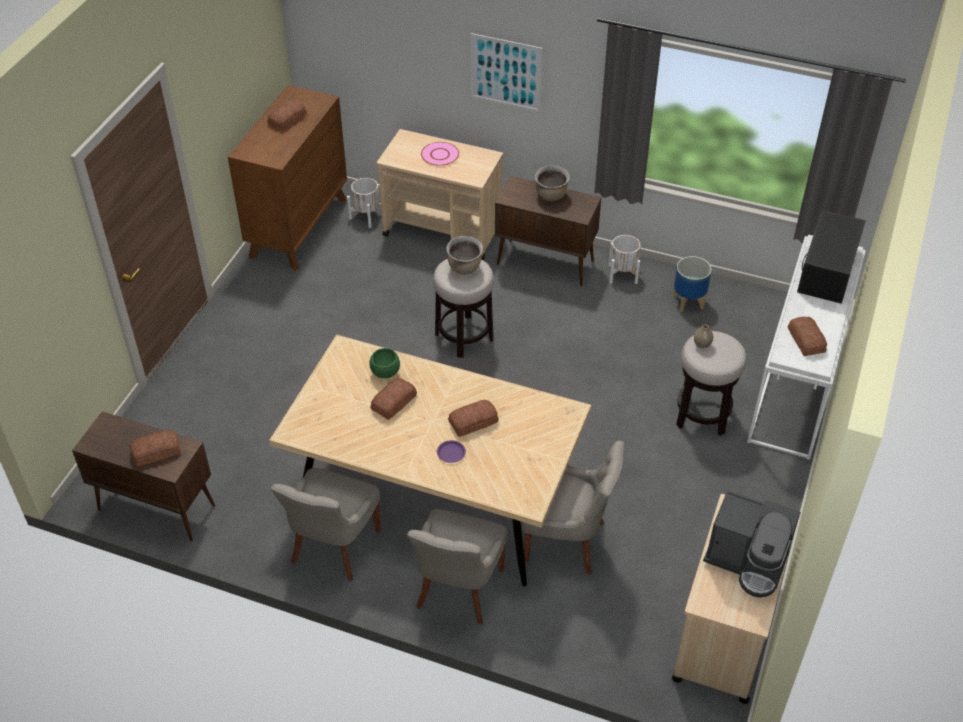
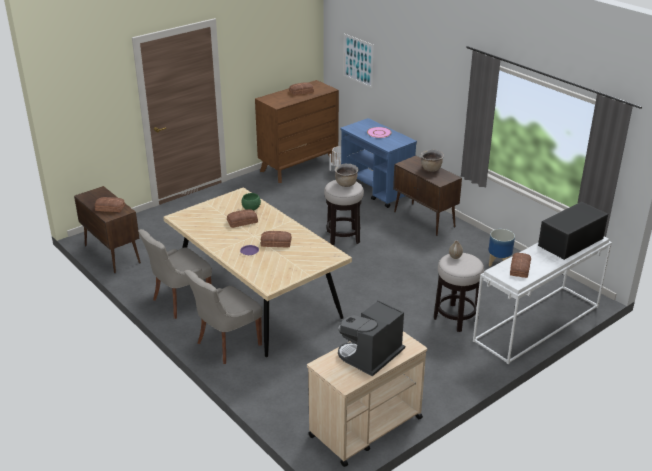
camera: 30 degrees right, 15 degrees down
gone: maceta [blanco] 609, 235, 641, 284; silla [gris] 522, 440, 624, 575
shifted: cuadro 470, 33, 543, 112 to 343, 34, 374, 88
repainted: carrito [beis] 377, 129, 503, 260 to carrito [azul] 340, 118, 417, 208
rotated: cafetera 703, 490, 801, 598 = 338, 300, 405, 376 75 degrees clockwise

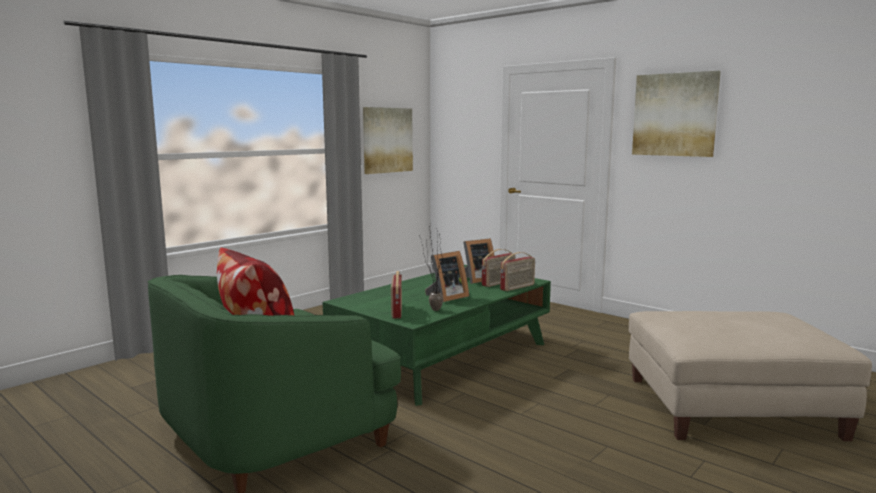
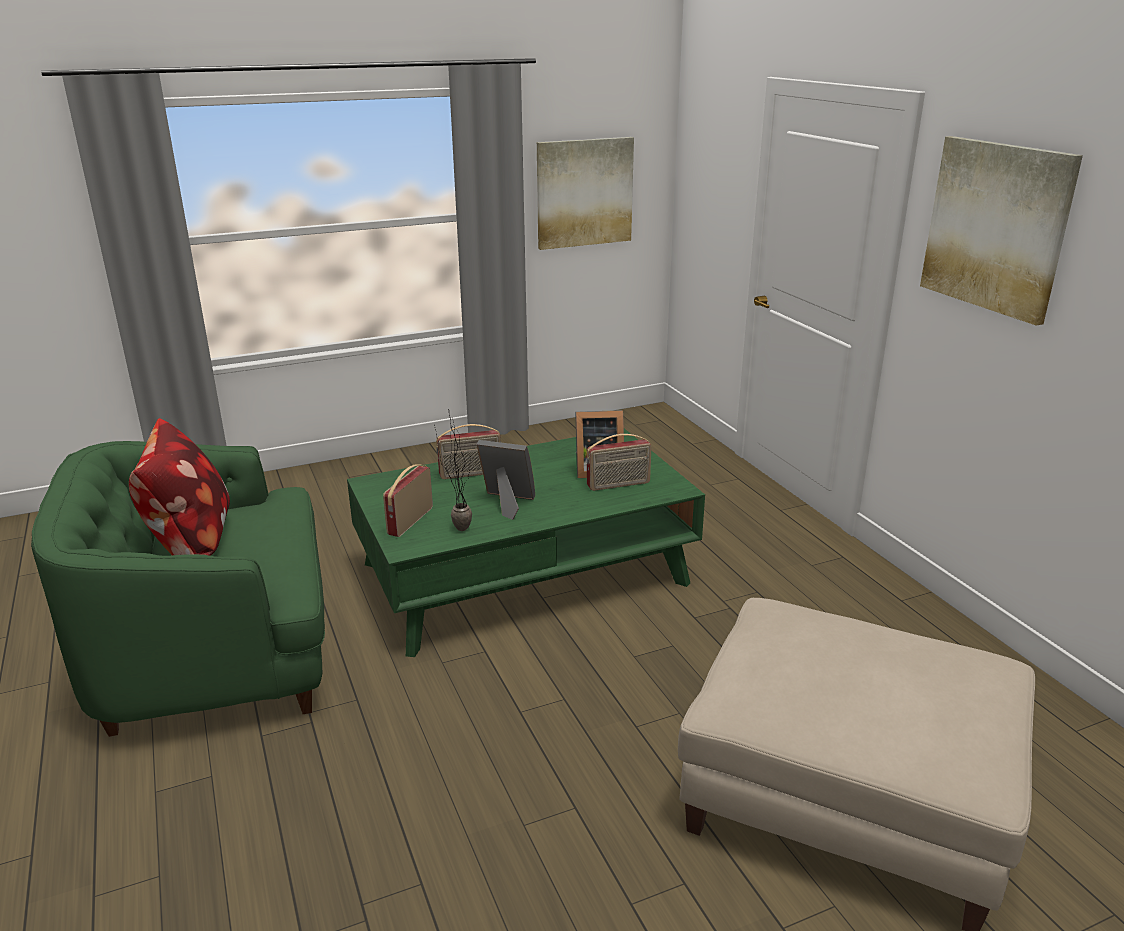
camera: 25 degrees right, 15 degrees up
shifted: radio 500, 252, 535, 291 to 436, 424, 501, 479
rotated: portarretratos 425, 251, 469, 302 = 477, 440, 535, 520 150 degrees counterclockwise

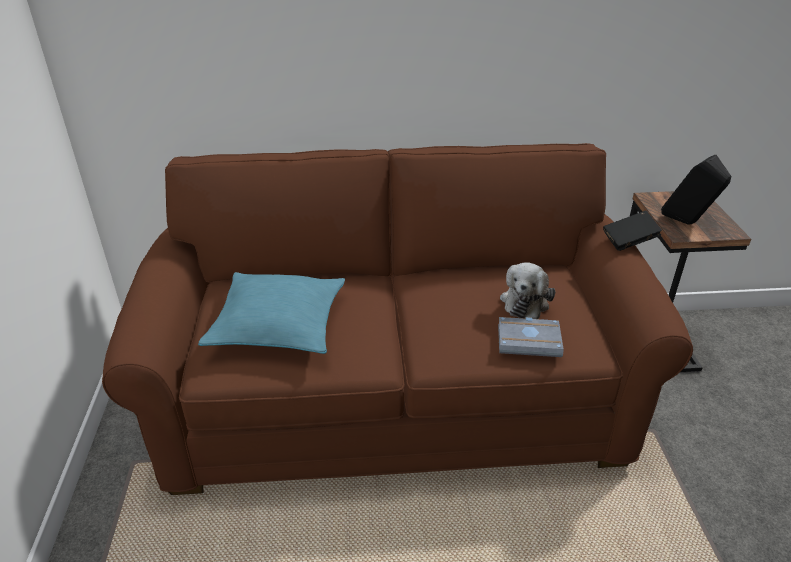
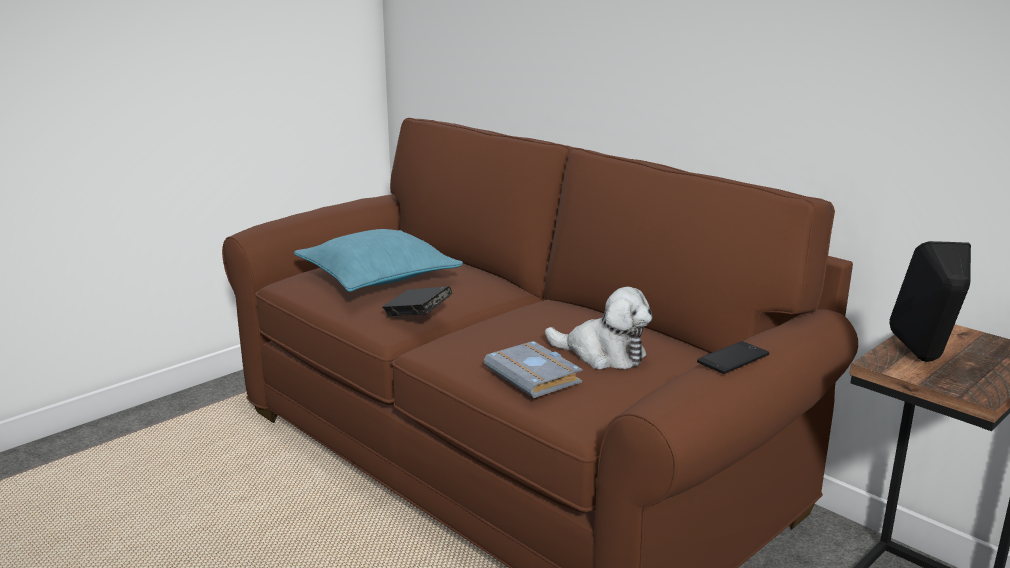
camera: 50 degrees right, 15 degrees down
new: móvil 697, 341, 769, 374
shifted: libro [negro] 603, 211, 662, 251 to 382, 286, 452, 316
rotated: peluche 500, 263, 556, 319 = 545, 287, 652, 369 135 degrees counterclockwise

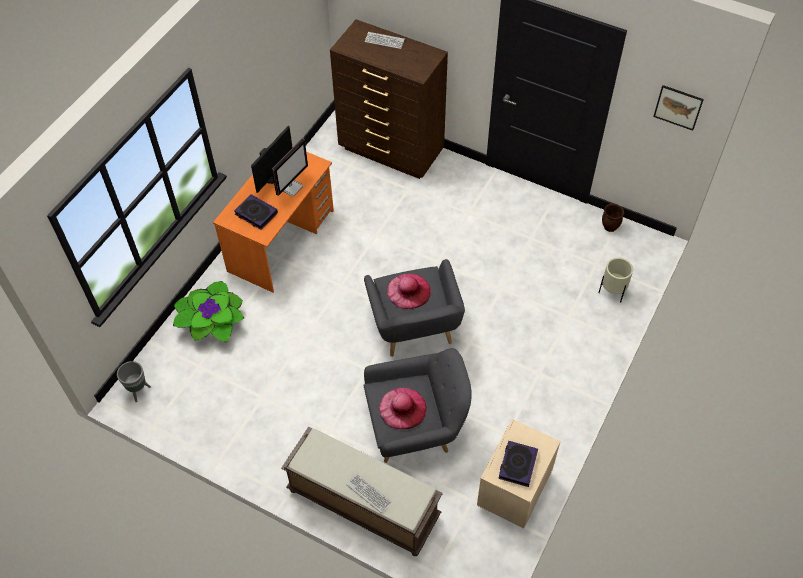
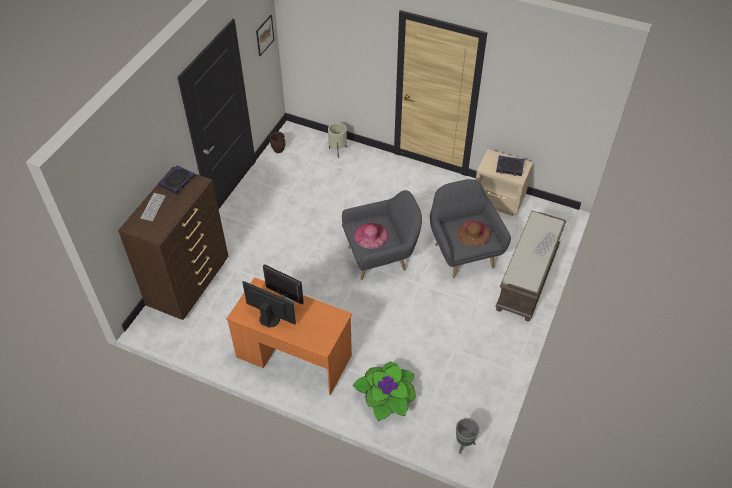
camera: 95 degrees left, 5 degrees down
shifted: libro 234, 194, 278, 229 to 158, 165, 196, 195
repainted: sombrero [rosa] 379, 388, 427, 429 to sombrero [marrón] 457, 221, 491, 247

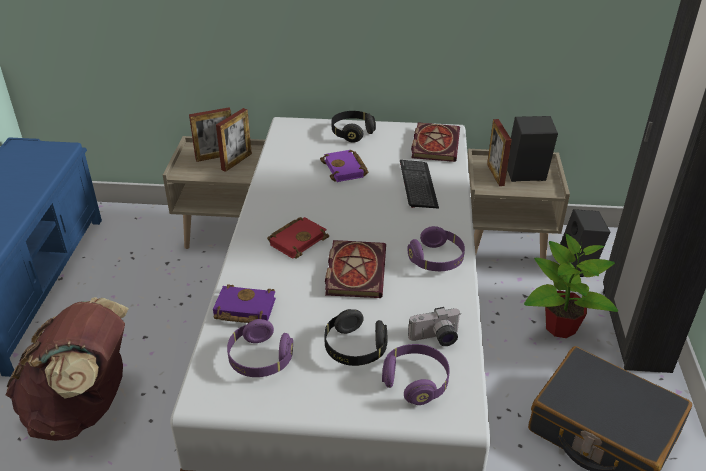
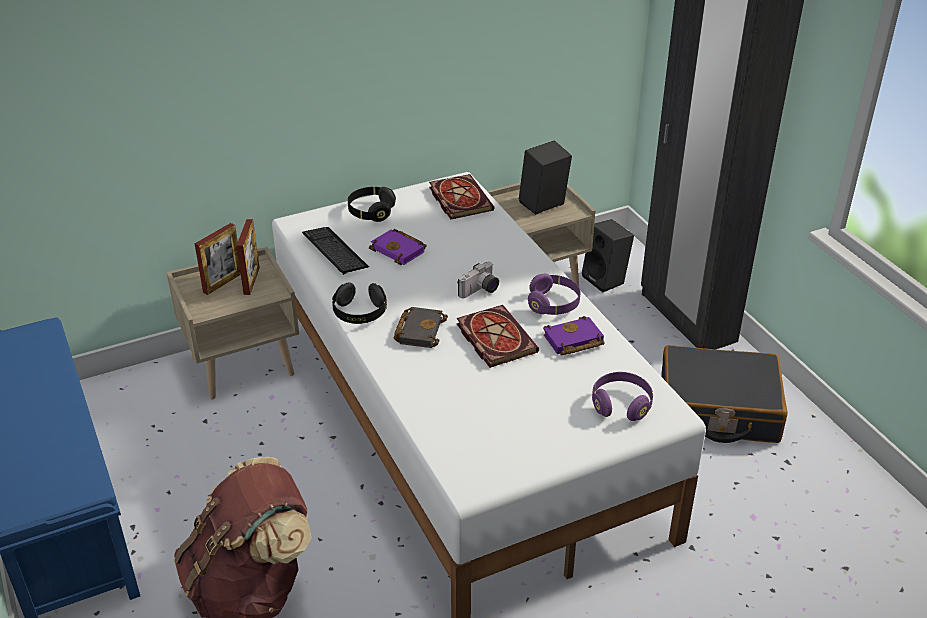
camera: 30 degrees left, 0 degrees up
gone: portarretratos 487, 119, 512, 186; planta en maceta 524, 234, 618, 338; auriculares [morado] 227, 319, 293, 377
shifted: teclado 400, 160, 439, 209 to 302, 227, 369, 275; libro [morado] 213, 284, 276, 323 to 543, 316, 605, 356; cámara 408, 307, 461, 346 to 457, 262, 499, 298; auriculares [negro] 324, 309, 388, 366 to 332, 282, 387, 324
repainted: libro [rojo] 267, 217, 329, 259 to libro [negro] 394, 307, 448, 348

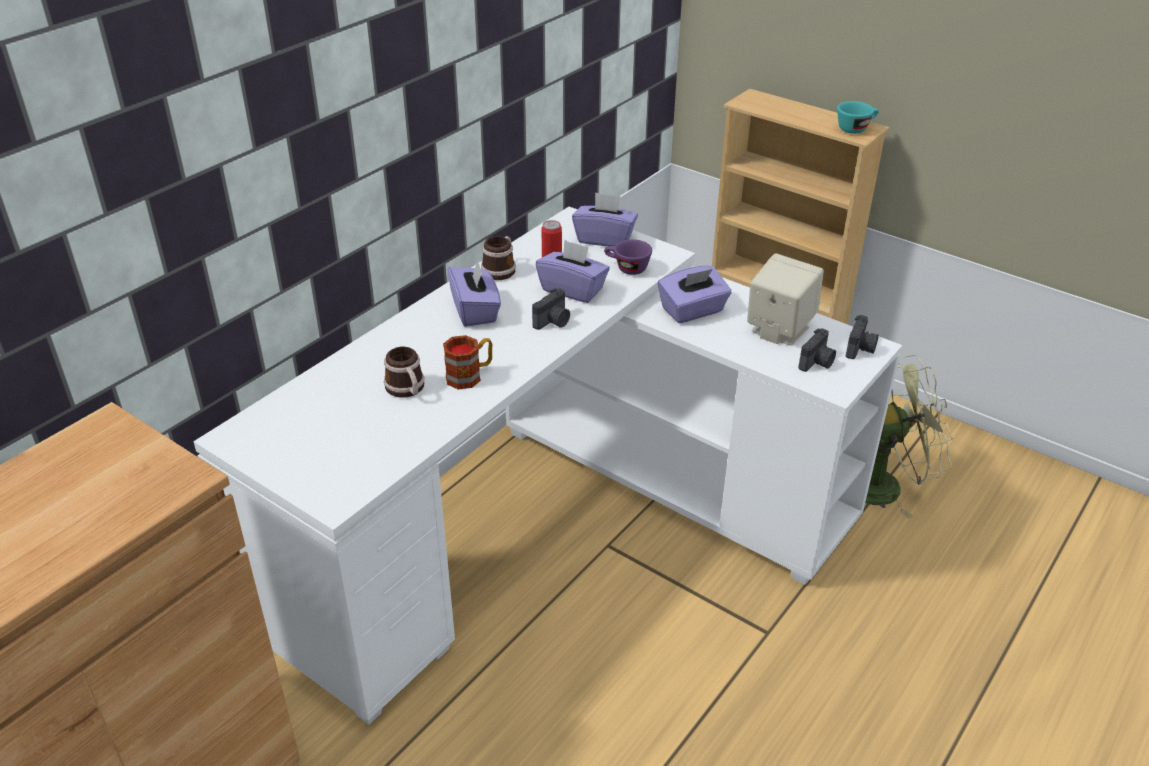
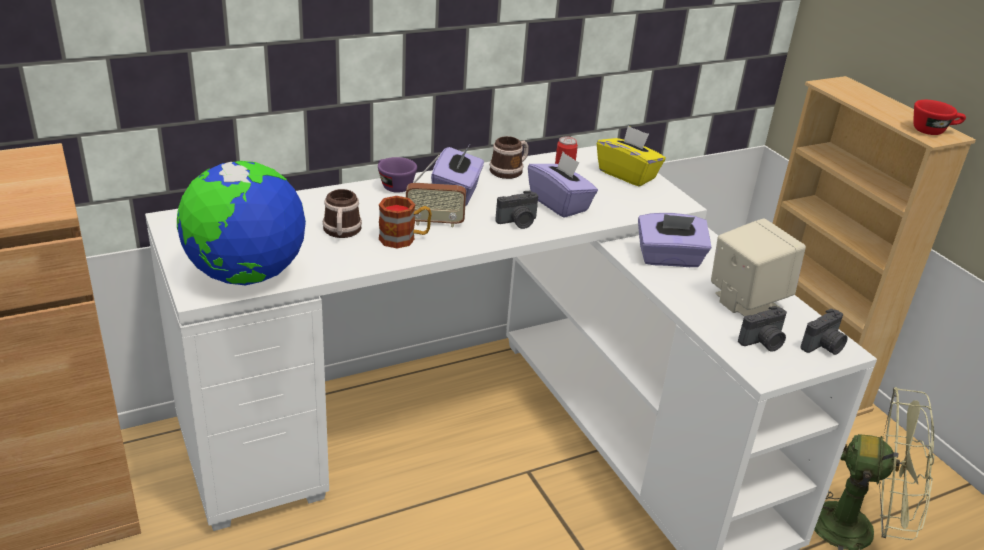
camera: 25 degrees right, 5 degrees down
new: radio 406, 155, 466, 227; globo terráqueo 177, 161, 306, 285
shifted: taza [morado] 604, 239, 652, 275 to 378, 157, 417, 193
repainted: taza [turquesa] 837, 101, 879, 134 to taza [rojo] 913, 100, 966, 135; caja de pañuelos [morado] 572, 192, 638, 246 to caja de pañuelos [amarillo] 597, 125, 666, 187

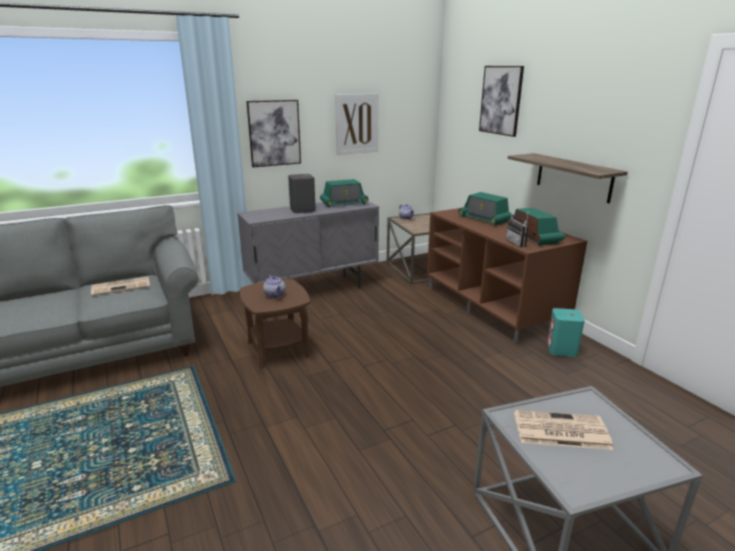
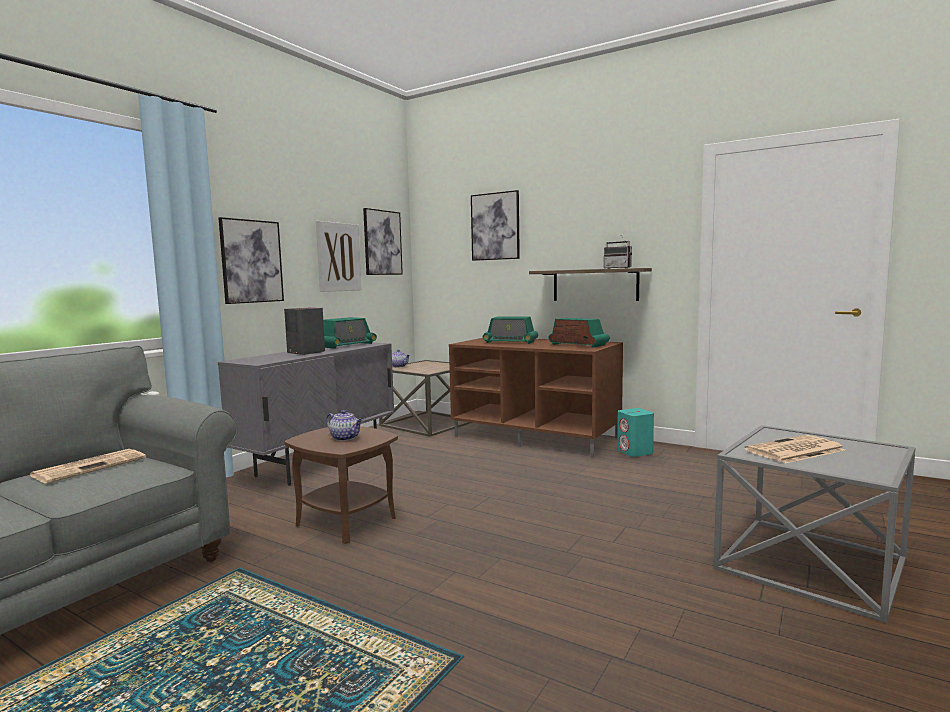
camera: 30 degrees left, 15 degrees down
new: cuadro 363, 208, 403, 275
shifted: radio 506, 209, 529, 248 to 604, 237, 632, 269

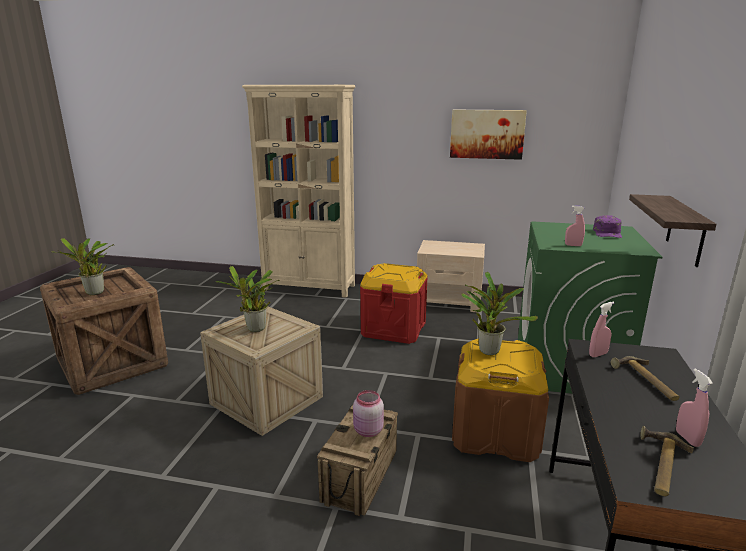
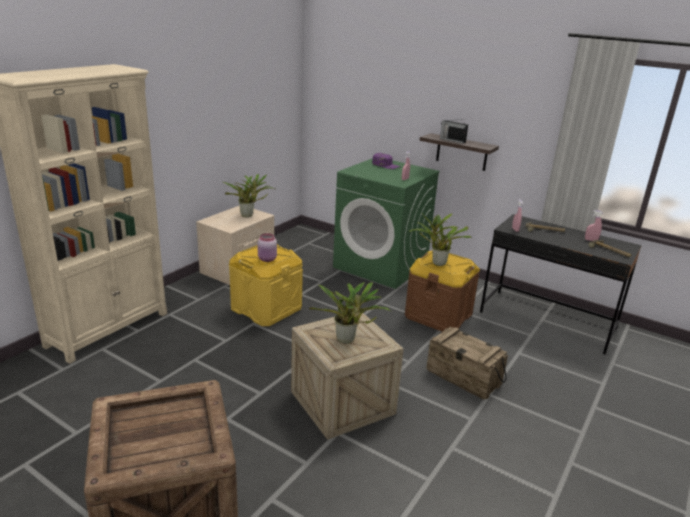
camera: 70 degrees left, 5 degrees up
gone: cuadro 450, 110, 527, 160
new: radio 440, 119, 468, 143
shifted: planta en maceta 52, 238, 114, 295 to 224, 174, 275, 217; tarro [rosa] 353, 390, 384, 437 to 258, 233, 277, 262
repainted: caja de almacenaje [rojo] 360, 263, 428, 344 to caja de almacenaje [amarillo] 229, 244, 303, 326

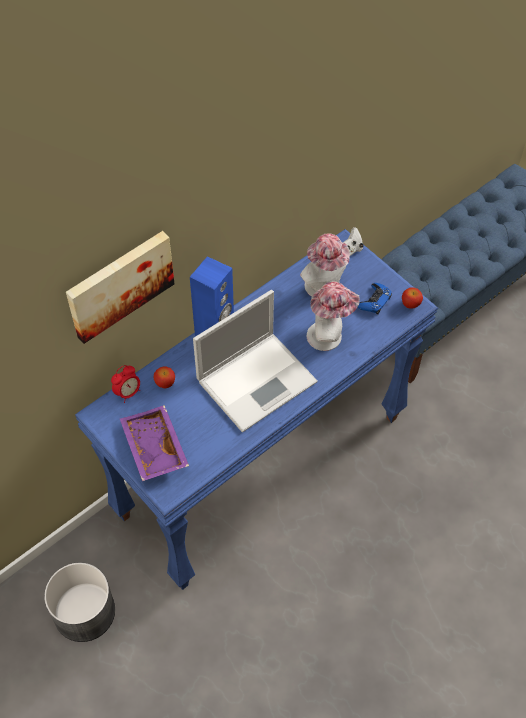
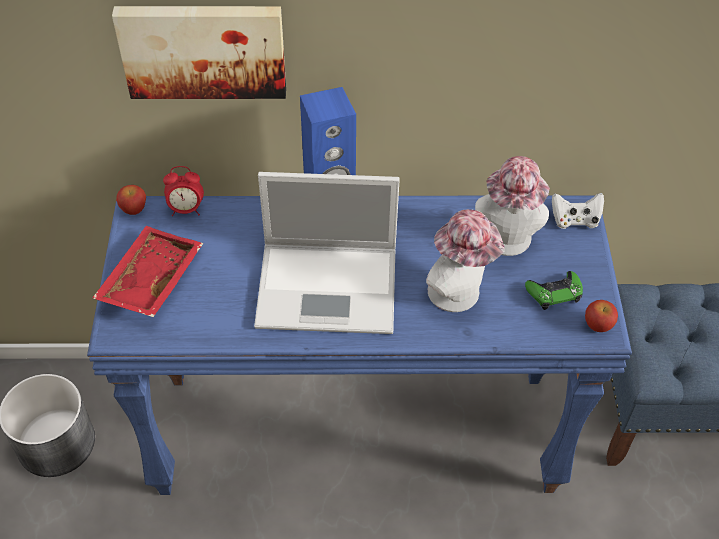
camera: 40 degrees right, 5 degrees down
shifted: manzana 153, 366, 175, 388 to 116, 185, 146, 215
repainted: mando de consola [azul] 358, 283, 392, 314 to mando de consola [verde] 525, 271, 583, 310; bandeja [morado] 120, 405, 189, 481 to bandeja [rojo] 92, 226, 204, 317

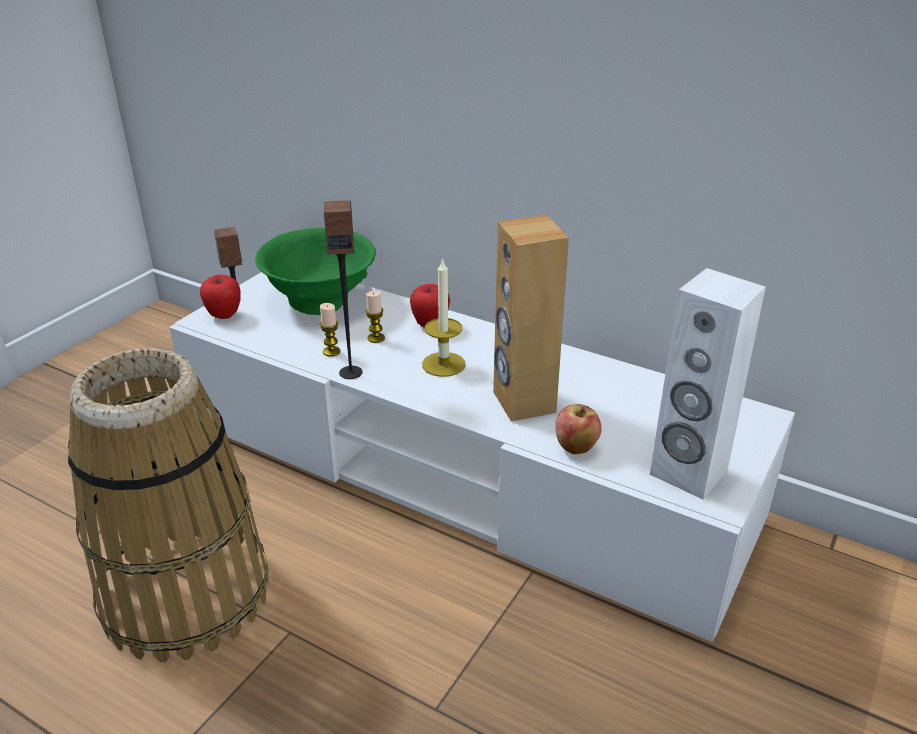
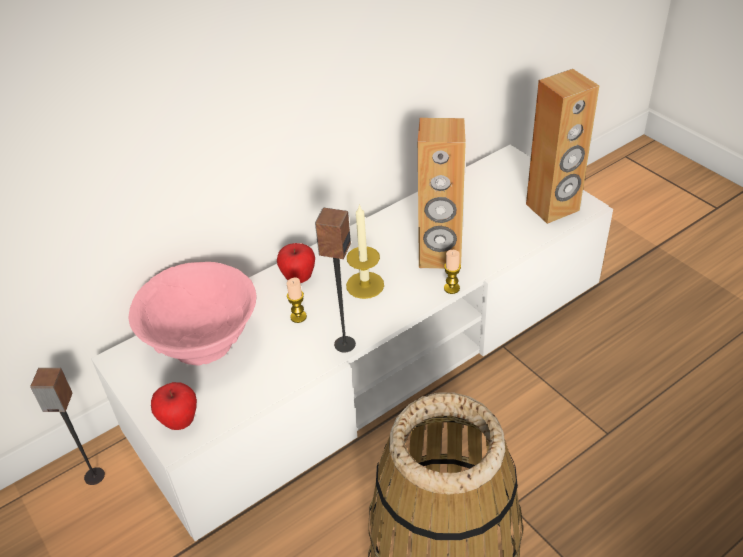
camera: 65 degrees left, 10 degrees up
gone: manzana 555, 404, 602, 454
shifted: vela 320, 303, 341, 357 to 444, 250, 461, 294
repainted: cuenco [verde] 255, 228, 376, 315 to cuenco [rosa] 129, 262, 257, 366; altavoz [blanco] 650, 268, 766, 499 to altavoz [marrón] 526, 69, 599, 224

